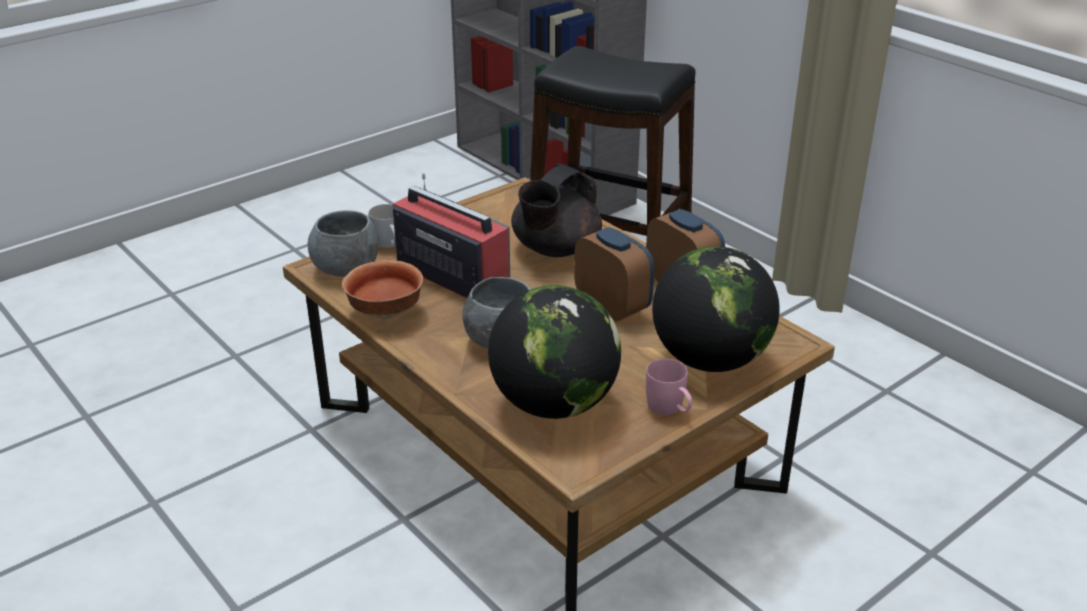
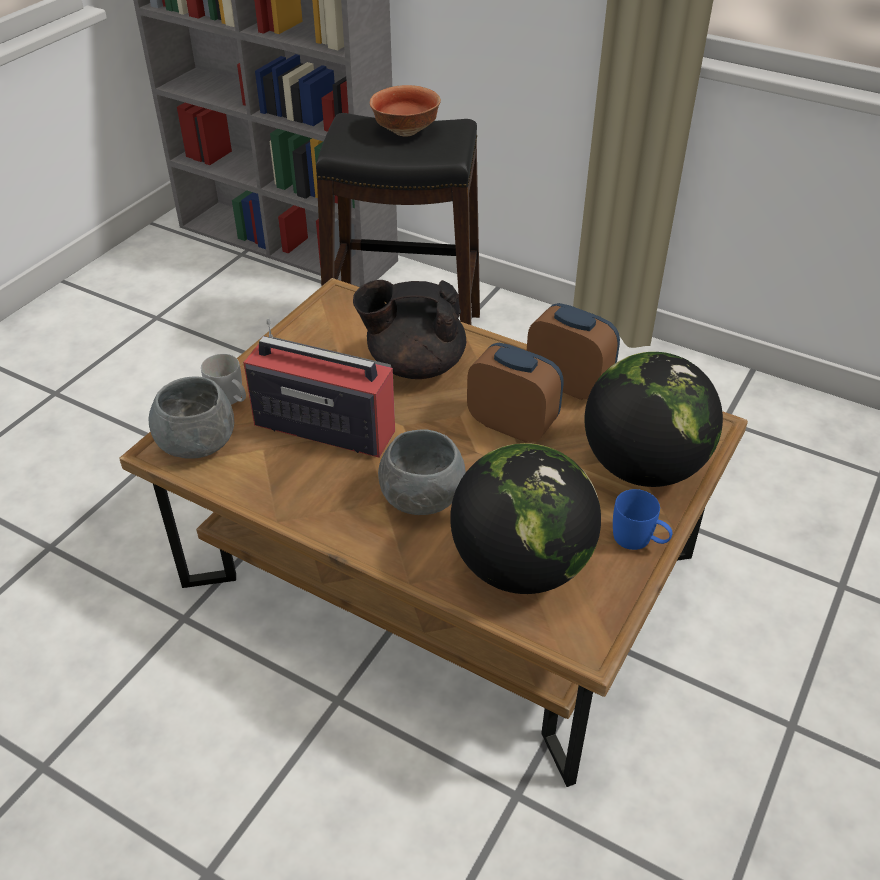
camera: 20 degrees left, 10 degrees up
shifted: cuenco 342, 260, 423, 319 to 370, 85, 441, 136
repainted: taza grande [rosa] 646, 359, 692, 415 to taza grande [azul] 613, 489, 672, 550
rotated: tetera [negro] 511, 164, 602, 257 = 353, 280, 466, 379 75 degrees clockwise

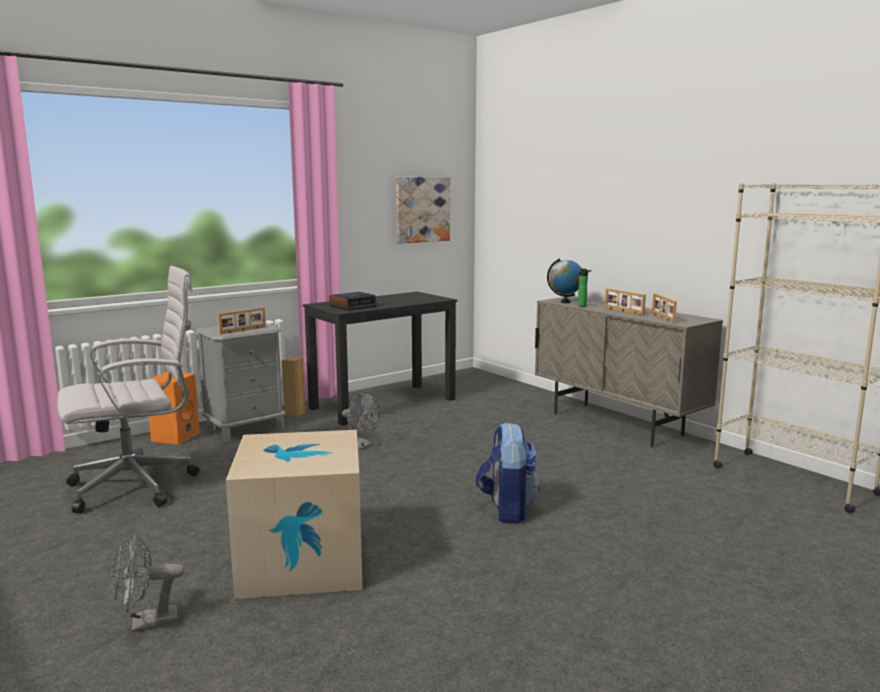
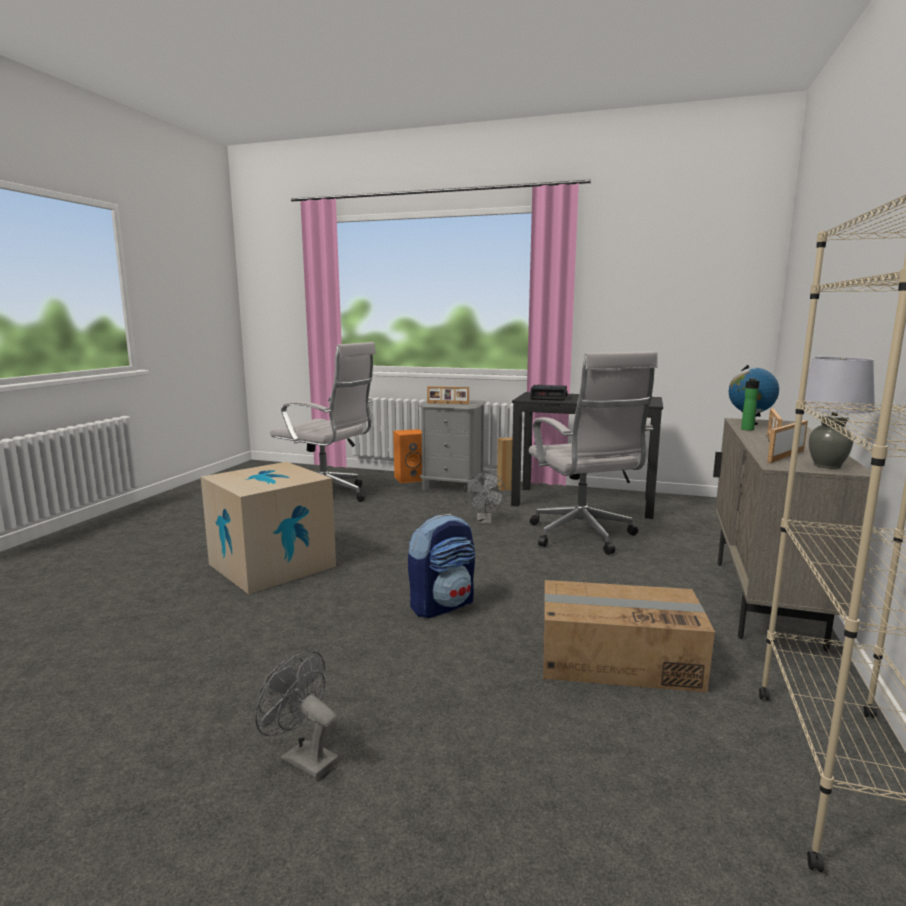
camera: 55 degrees right, 0 degrees up
gone: cuadro 396, 177, 450, 244
new: silla de oficina [blanco] 529, 351, 658, 555; lámpara de mesa [gris] 805, 357, 875, 469; caja de cartón 543, 580, 715, 692
shifted: ventilador [gris] 111, 534, 184, 632 to 255, 651, 339, 780

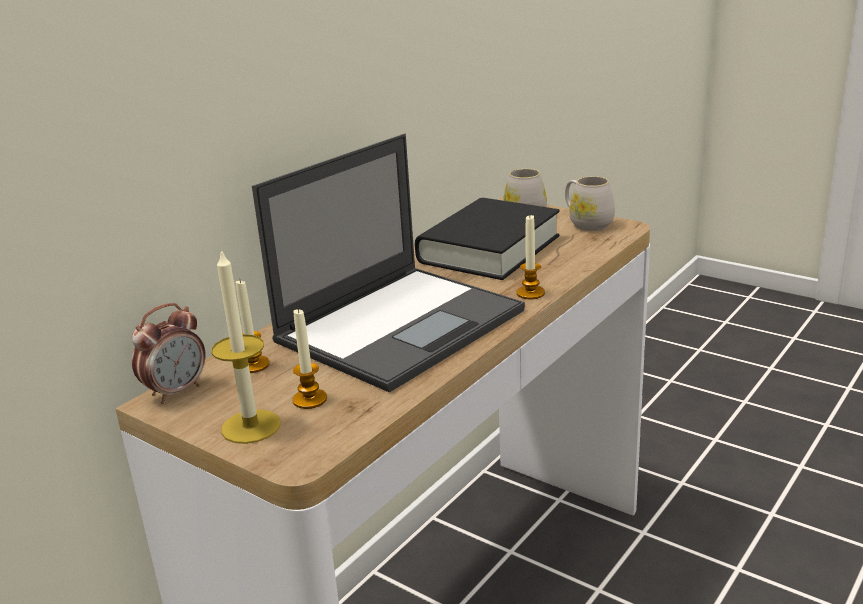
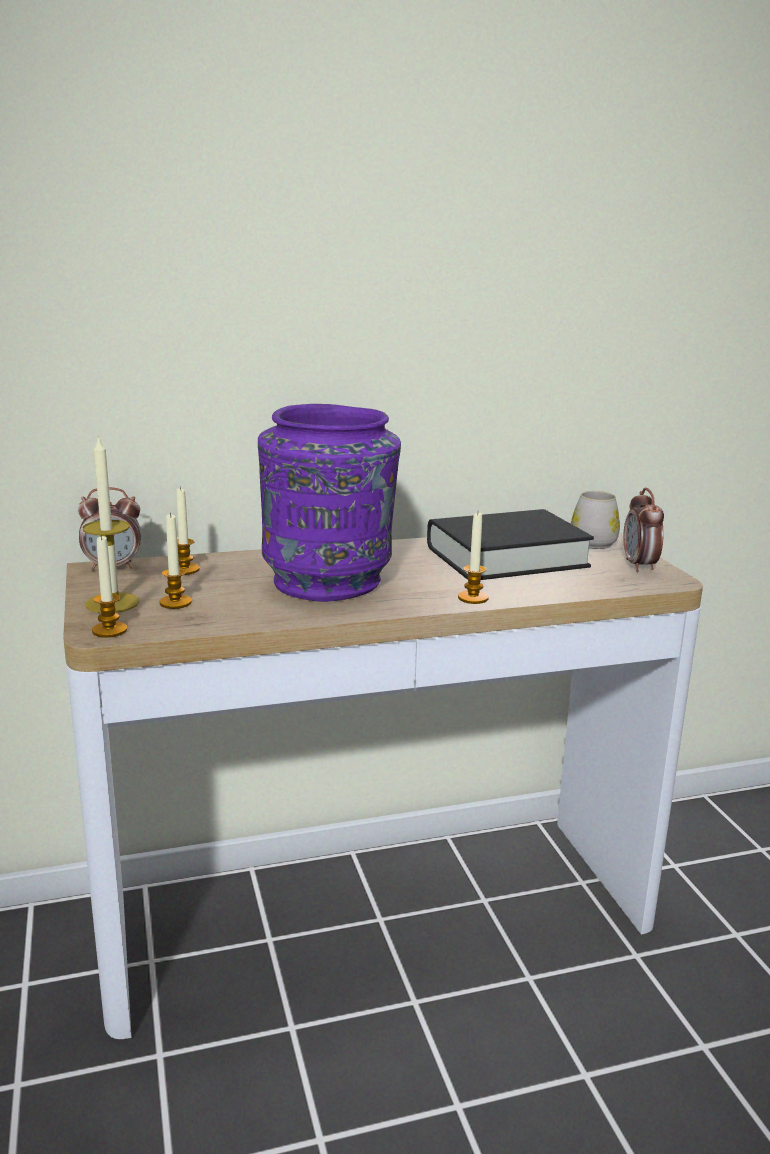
camera: 35 degrees right, 5 degrees down
new: vela 92, 534, 127, 638
swapped: portátil 252, 134, 525, 393 to florero [morado] 258, 404, 401, 602; taza grande [blanco] 565, 176, 615, 231 to despertador 623, 488, 664, 572

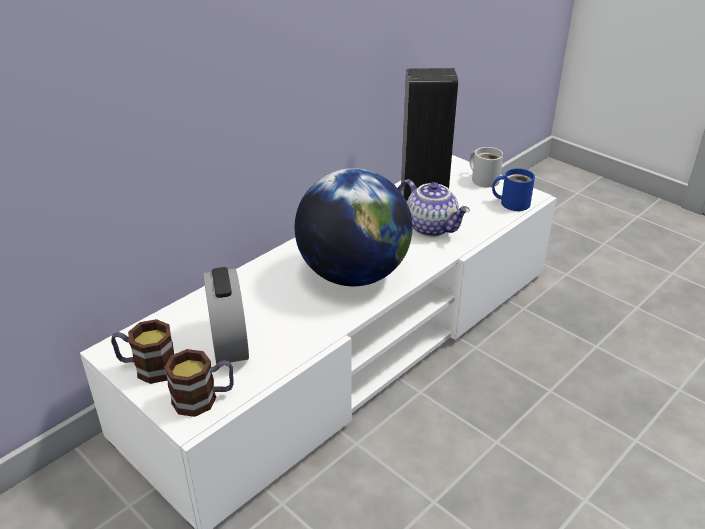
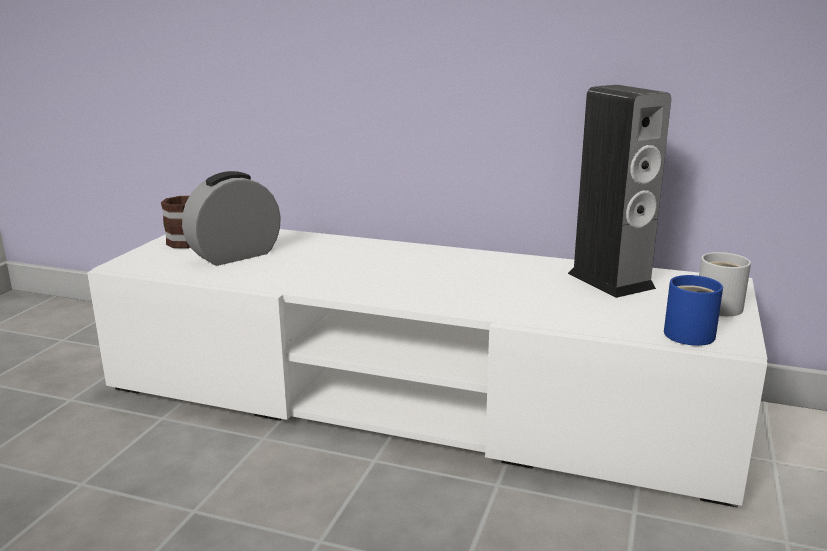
camera: 65 degrees right, 15 degrees down
gone: globo terráqueo 295, 168, 412, 286; tetera 399, 179, 470, 237; taza grande 164, 349, 234, 417

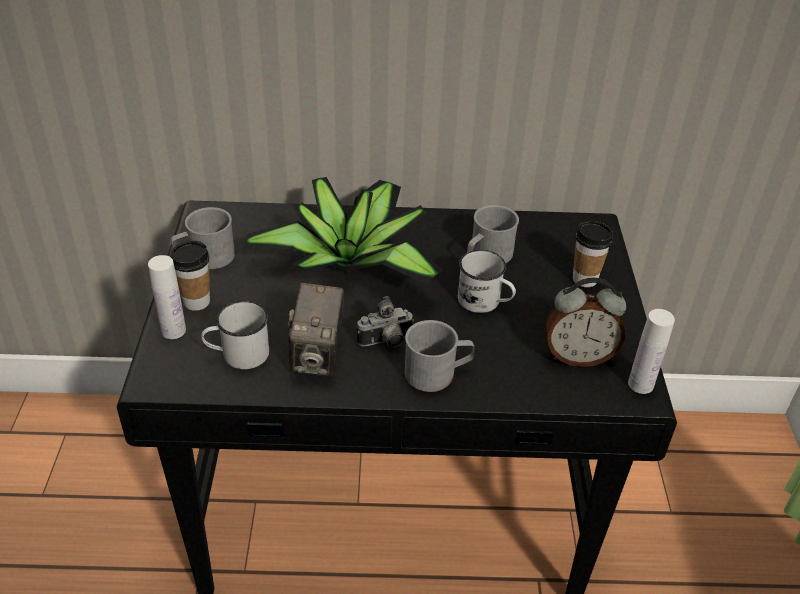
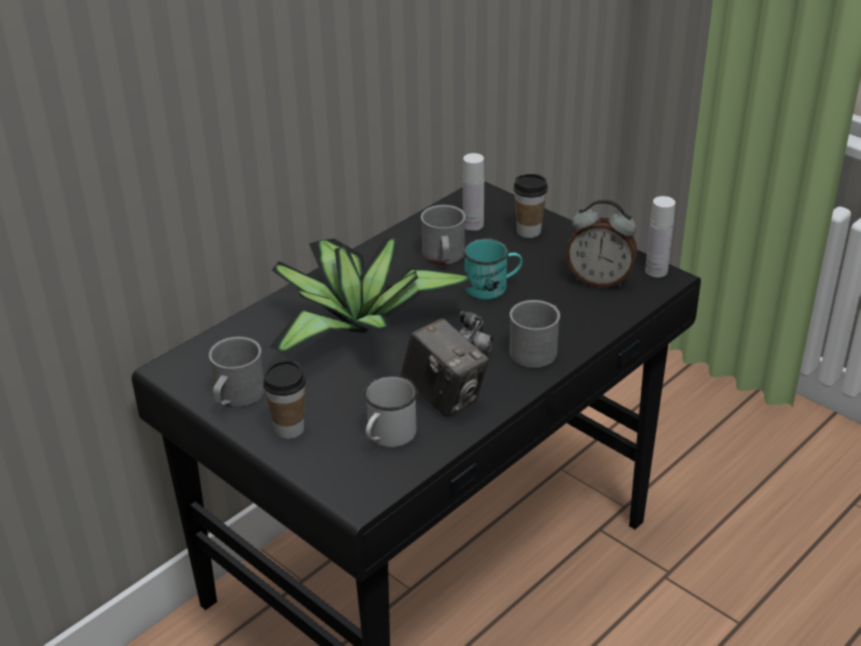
camera: 45 degrees left, 5 degrees down
shifted: botella [blanco] 148, 255, 186, 339 to 463, 153, 484, 231
repainted: taza grande [blanco] 458, 250, 516, 313 to taza grande [turquesa] 463, 238, 523, 300
rotated: despertador 546, 278, 626, 367 = 566, 200, 637, 287 60 degrees clockwise

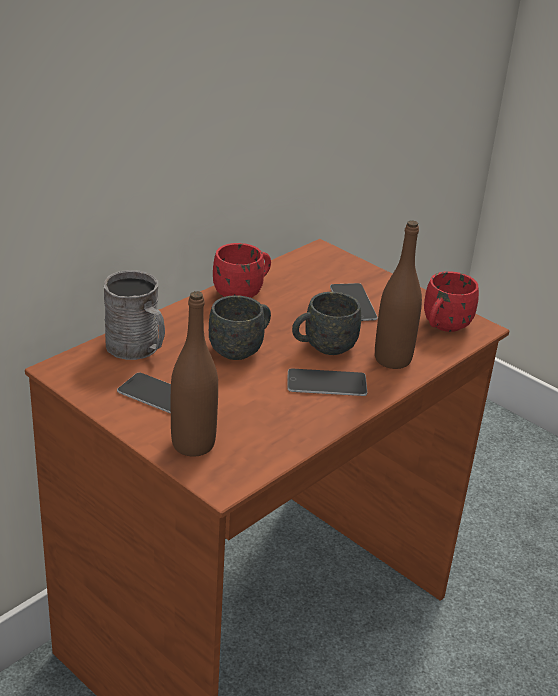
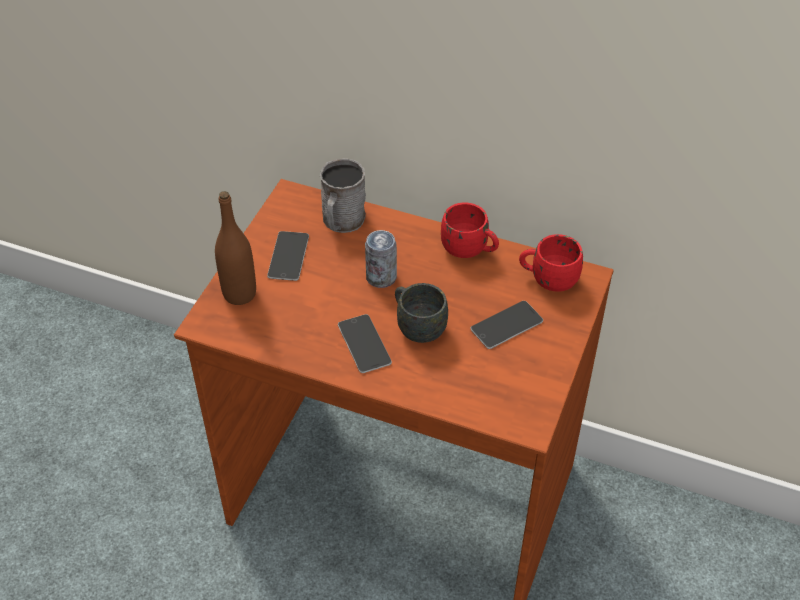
camera: 70 degrees right, 15 degrees up
gone: botella [marrón] 375, 220, 422, 369
shifted: taza grande [rojo] 424, 271, 479, 332 to 519, 234, 583, 292
swapped: taza grande [gris] 209, 295, 271, 360 to lata 365, 230, 397, 288

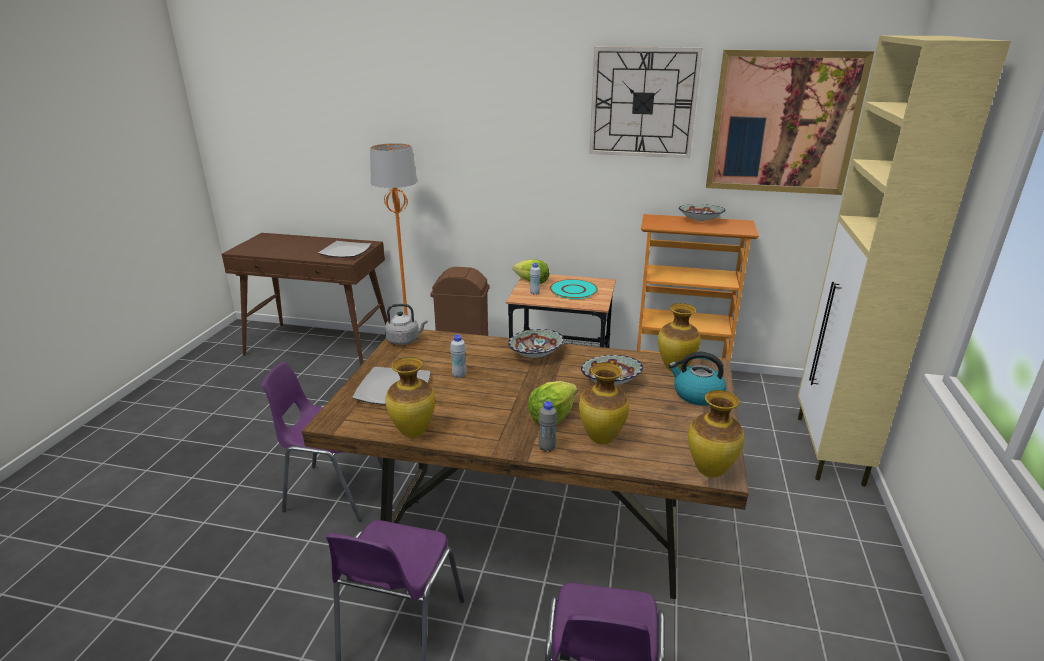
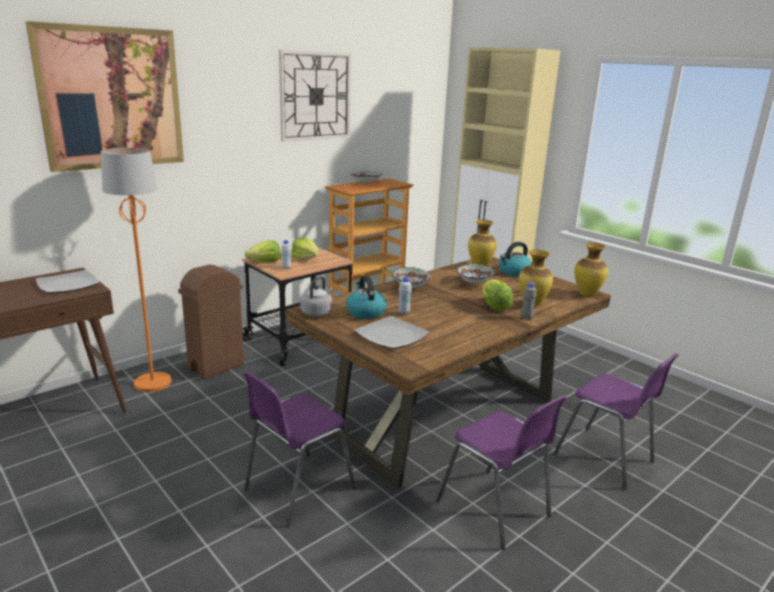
camera: 55 degrees left, 5 degrees down
gone: florero 385, 357, 435, 438
new: hervidor 346, 275, 387, 319
shifted: cuadro 706, 50, 874, 195 to 25, 21, 184, 172
swapped: plato [turquesa] 550, 279, 598, 299 to lechuga 292, 237, 319, 259

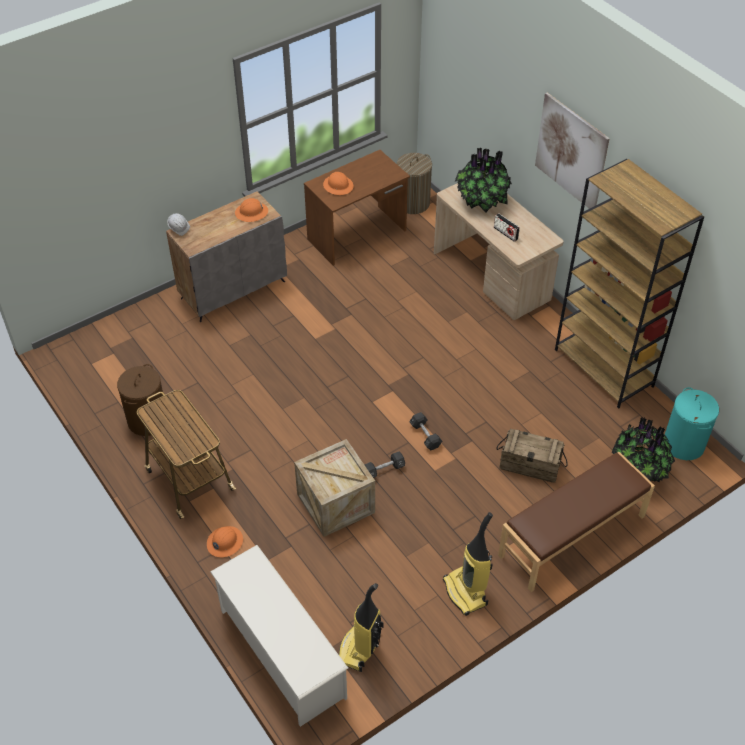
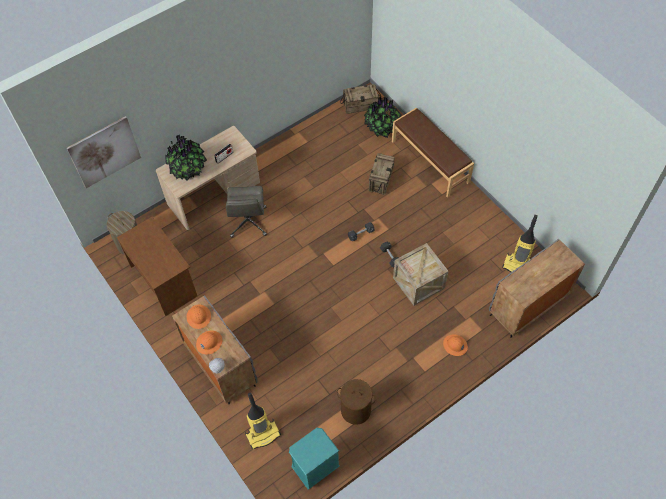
camera: 90 degrees left, 10 degrees up
gone: estantería [marrón] 555, 159, 704, 409; carrito 137, 390, 236, 519
new: silla de oficina [gris] 226, 186, 267, 238; mesita de noche [turquesa] 289, 428, 340, 490
shifted: cuadro 535, 93, 610, 209 to 67, 116, 141, 188; casco [naranja] 323, 172, 354, 195 to 196, 331, 222, 355; aspiradora 443, 512, 493, 616 to 245, 393, 281, 449
swapped: cesto de la ropa [turquesa] 665, 387, 719, 460 to caja de embalaje 340, 84, 381, 114; zapatero [blanco] 210, 545, 348, 727 to armario [gris] 489, 238, 585, 337

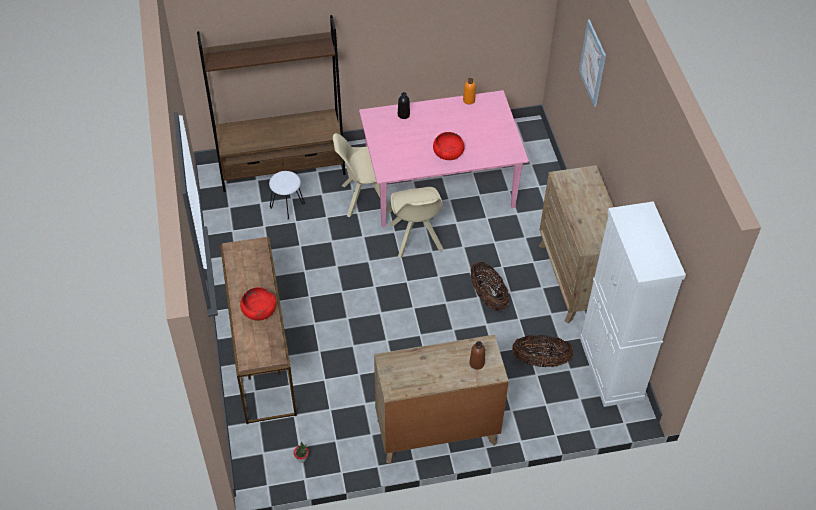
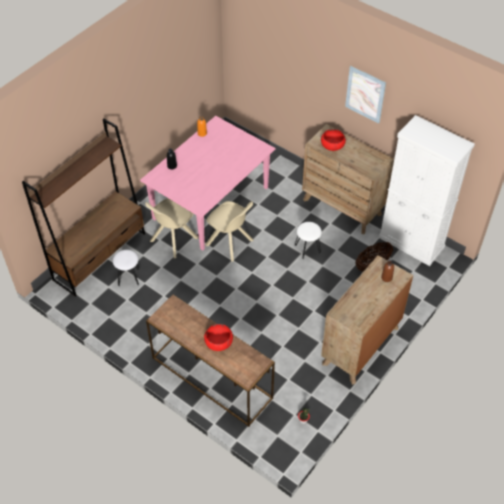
camera: 40 degrees left, 0 degrees up
shifted: cuadro 579, 19, 606, 107 to 345, 66, 386, 123; cuenco [rojo] 433, 132, 465, 160 to 321, 129, 346, 151
swapped: cesta 471, 262, 509, 311 to taburete [blanco] 295, 222, 322, 259

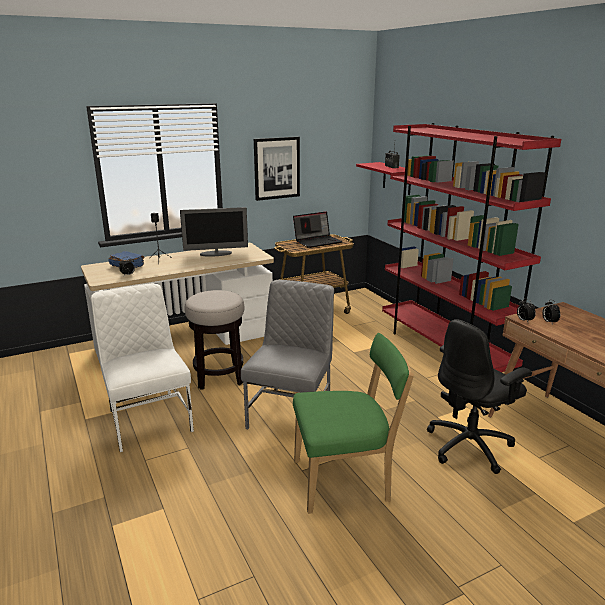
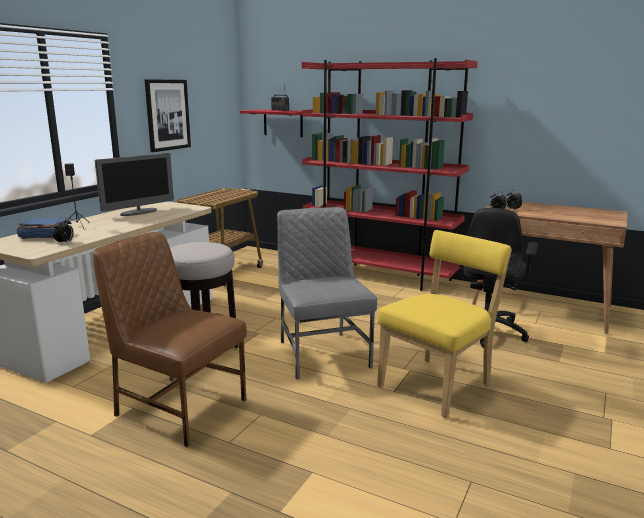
camera: 35 degrees left, 5 degrees down
gone: portátil 293, 211, 342, 248
repainted: silla [blanco] 91, 283, 194, 452 to silla [marrón] 93, 232, 247, 447; silla [verde] 293, 333, 414, 514 to silla [amarillo] 377, 230, 512, 418

